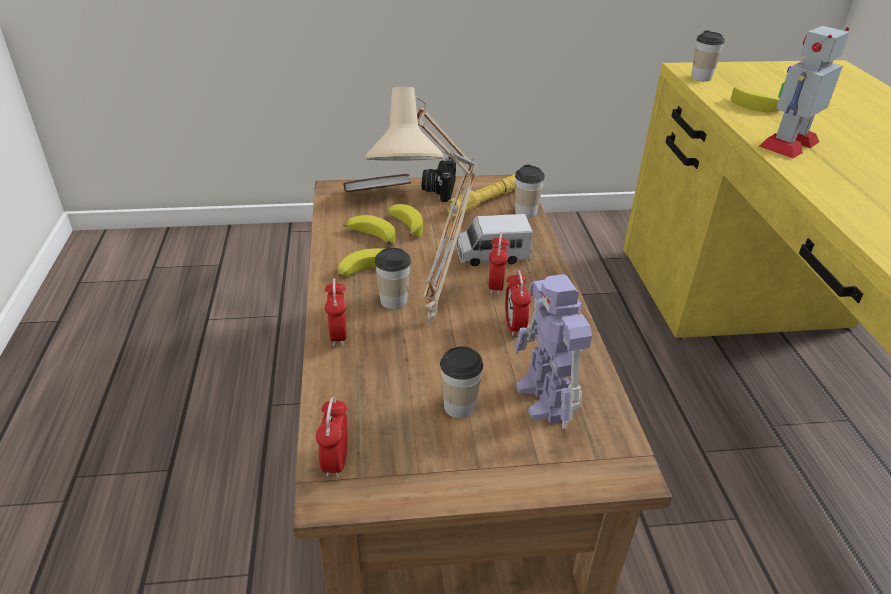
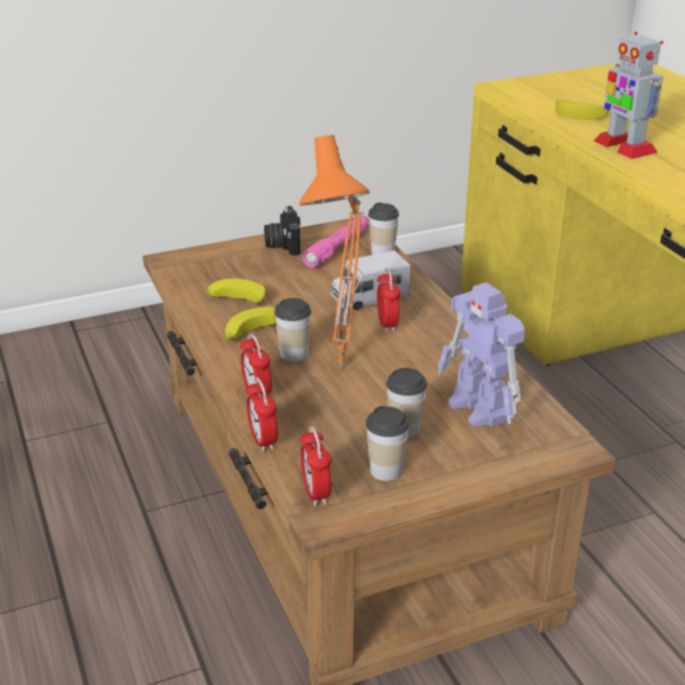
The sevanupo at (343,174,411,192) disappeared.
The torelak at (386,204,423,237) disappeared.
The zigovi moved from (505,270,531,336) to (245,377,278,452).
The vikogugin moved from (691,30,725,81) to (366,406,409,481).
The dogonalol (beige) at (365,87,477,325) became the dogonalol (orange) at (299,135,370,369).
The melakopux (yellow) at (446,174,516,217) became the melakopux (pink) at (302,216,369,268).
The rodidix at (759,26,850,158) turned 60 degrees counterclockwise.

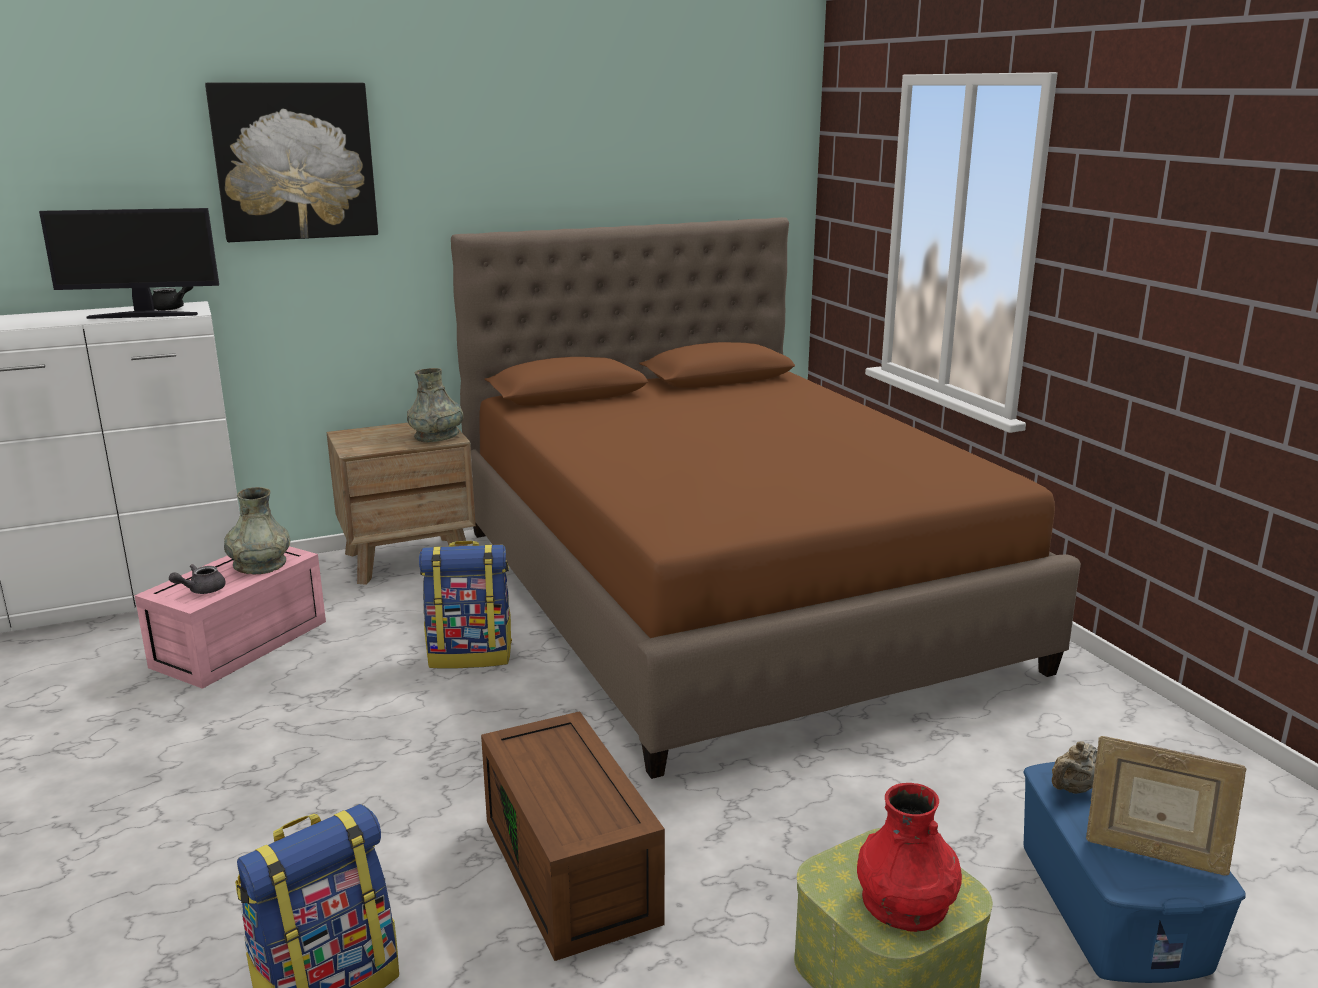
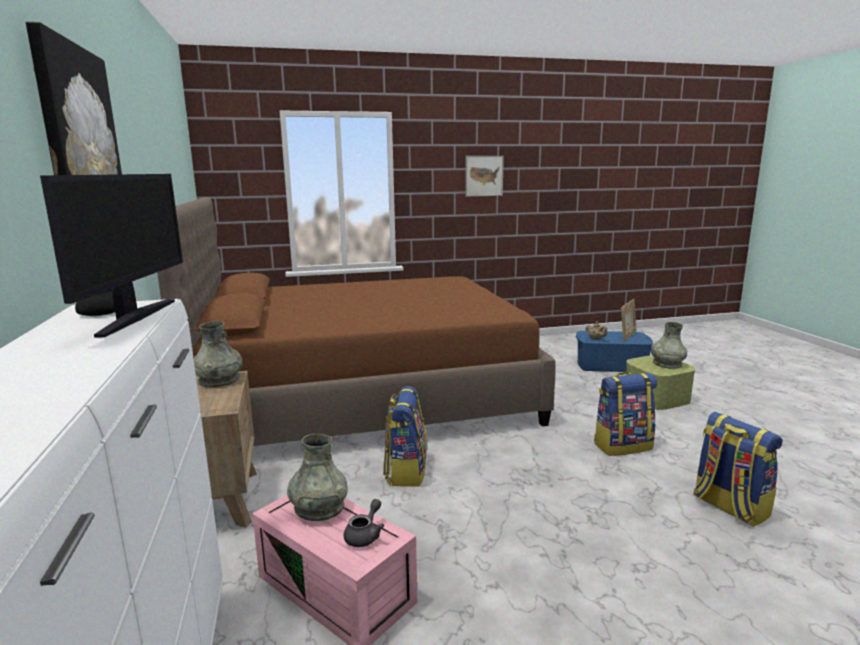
The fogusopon at (465,156,504,197) appeared.
The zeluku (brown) at (481,711,665,961) was replaced by the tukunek at (594,372,657,456).
The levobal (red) at (857,783,962,932) became the levobal (grey) at (651,322,687,369).
The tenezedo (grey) at (169,564,226,594) turned 120 degrees counterclockwise.

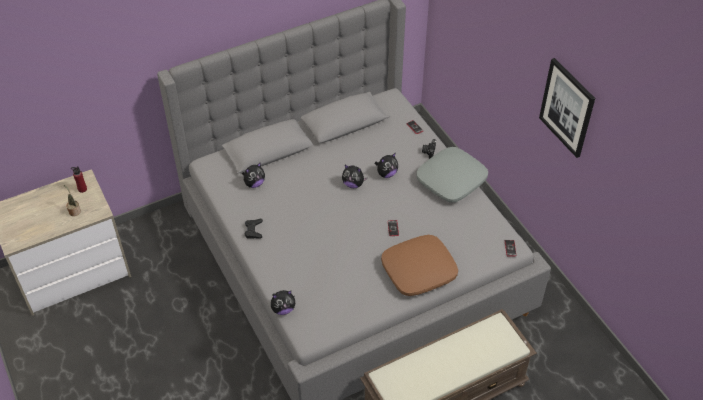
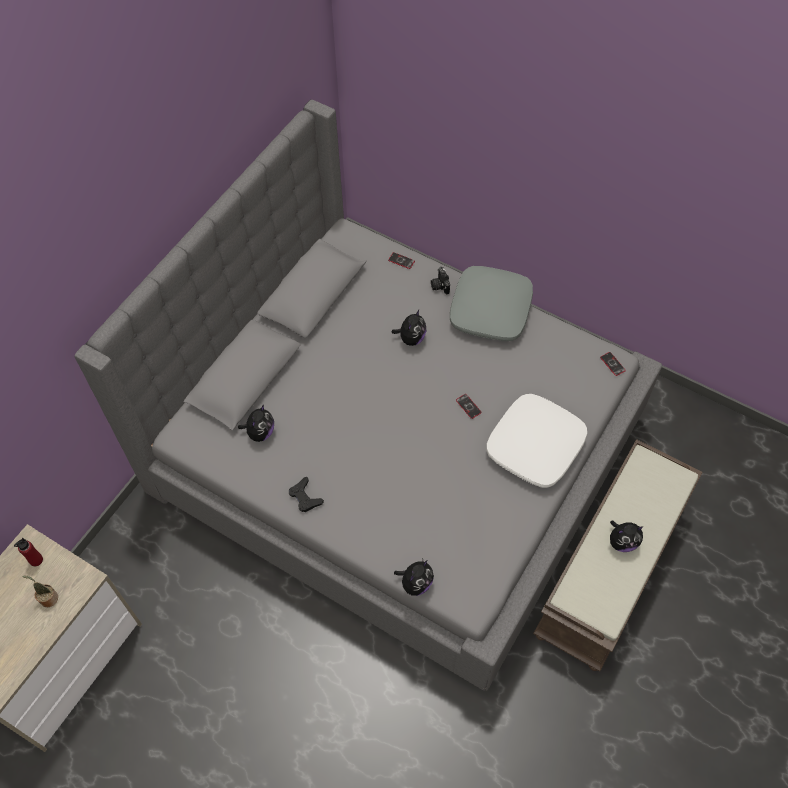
The fogusopon at (539,58,595,158) disappeared.
The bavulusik moved from (342,165,368,188) to (610,521,643,552).
The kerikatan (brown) at (381,235,458,296) became the kerikatan (white) at (486,394,587,488).

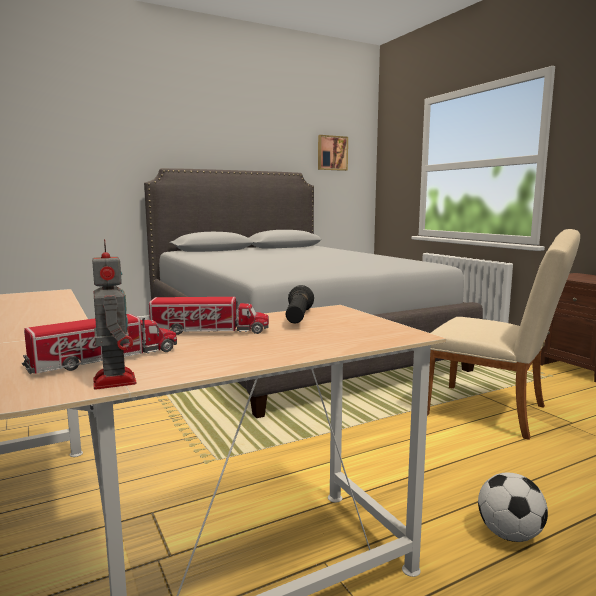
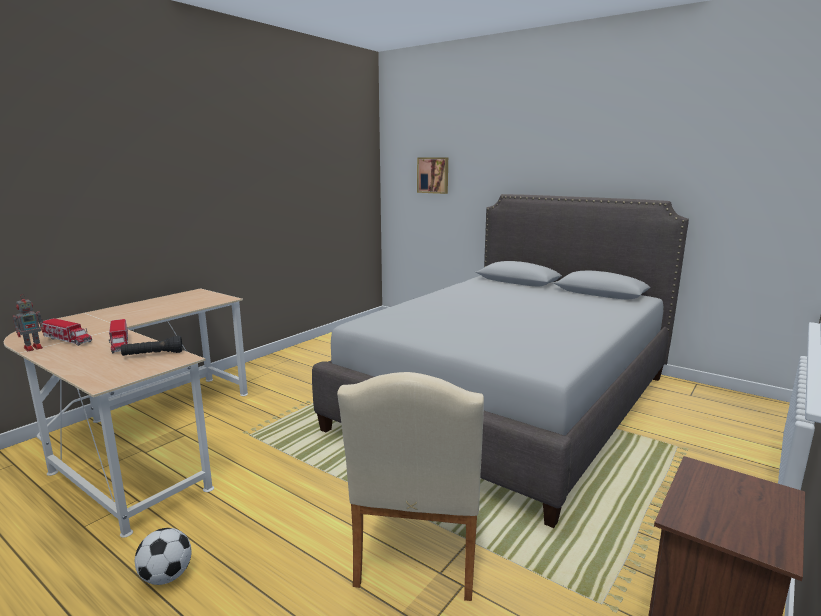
The fogusopon moved from (318,135,348,171) to (417,157,448,194).

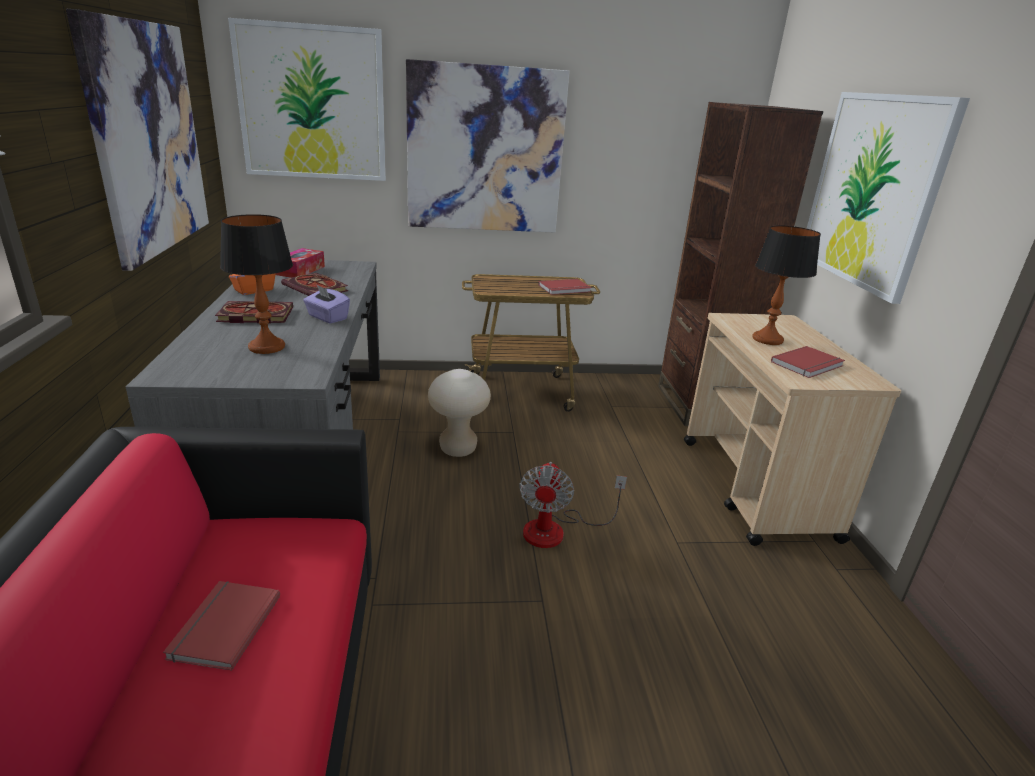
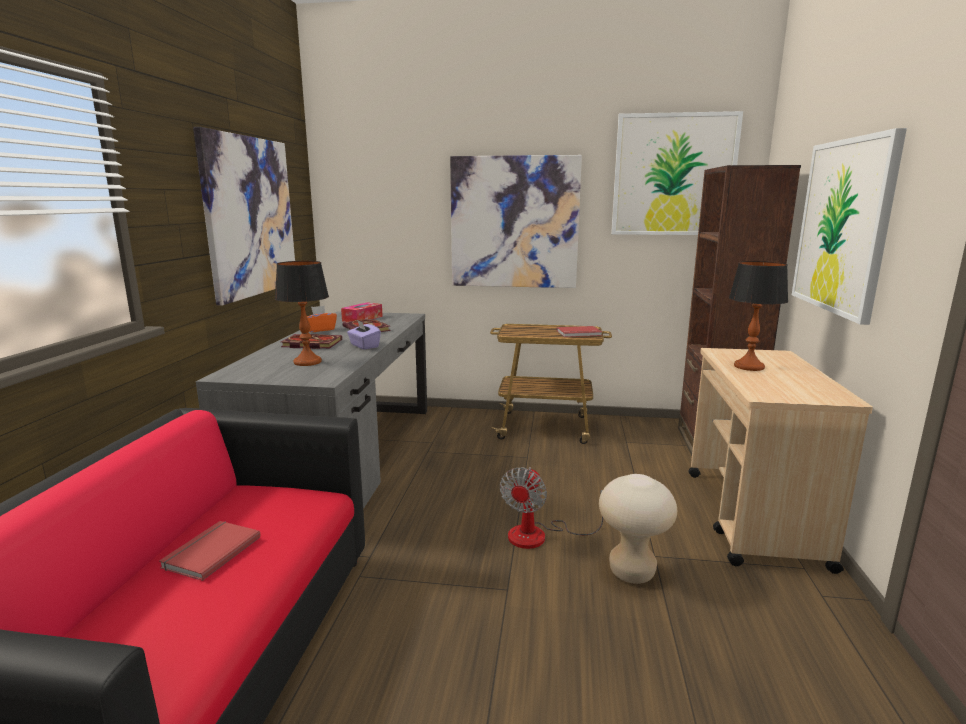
The sevanupo (red) at (771,346,845,378) disappeared.
The fogusopon moved from (228,18,386,181) to (611,111,743,235).
The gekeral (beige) moved from (428,369,491,457) to (599,474,677,584).

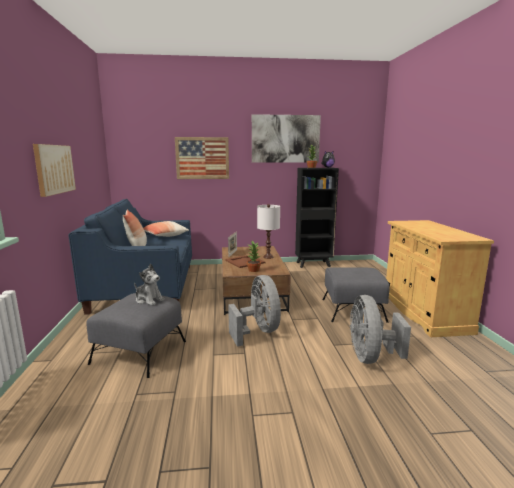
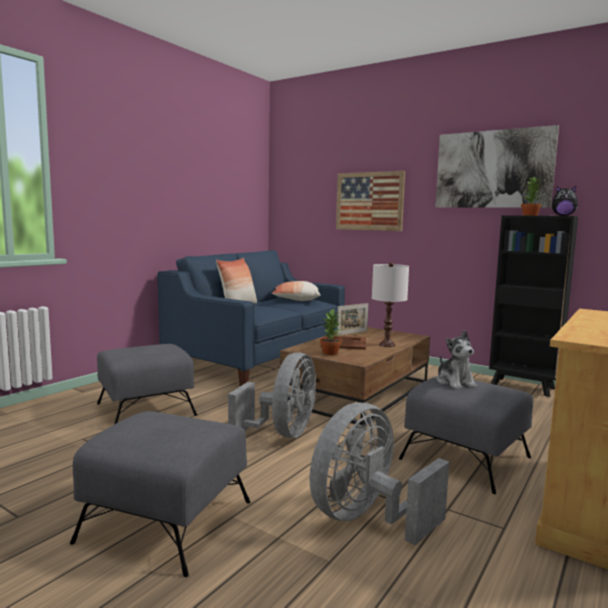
The fogusopon at (33,144,76,197) disappeared.
The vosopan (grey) at (70,411,250,577) appeared.
The bavulusik moved from (134,264,165,306) to (437,330,477,389).

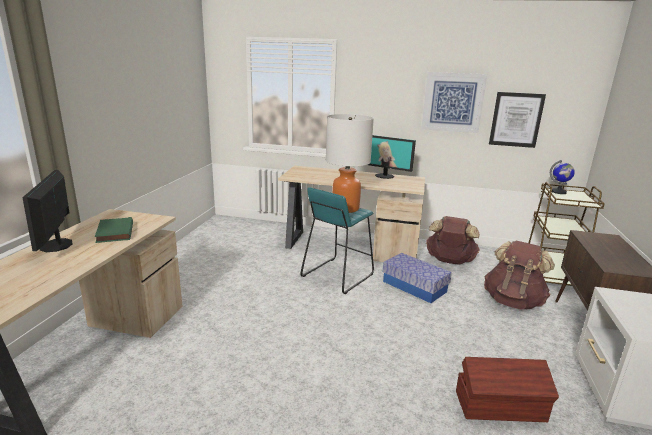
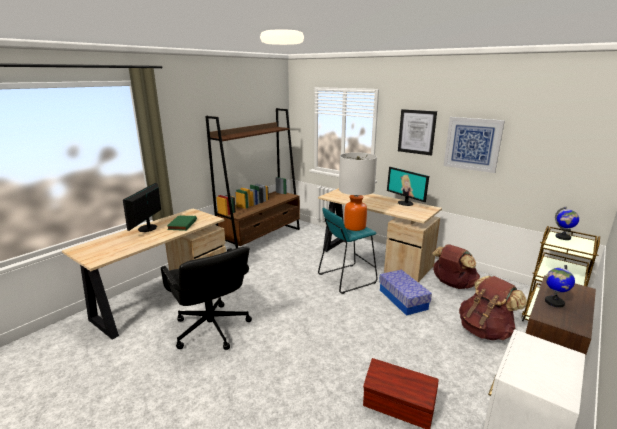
The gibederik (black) at (161,247,252,350) appeared.
The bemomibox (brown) at (205,108,300,248) appeared.
The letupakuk at (545,265,575,307) appeared.
The fogusopon moved from (489,92,546,148) to (398,109,437,156).

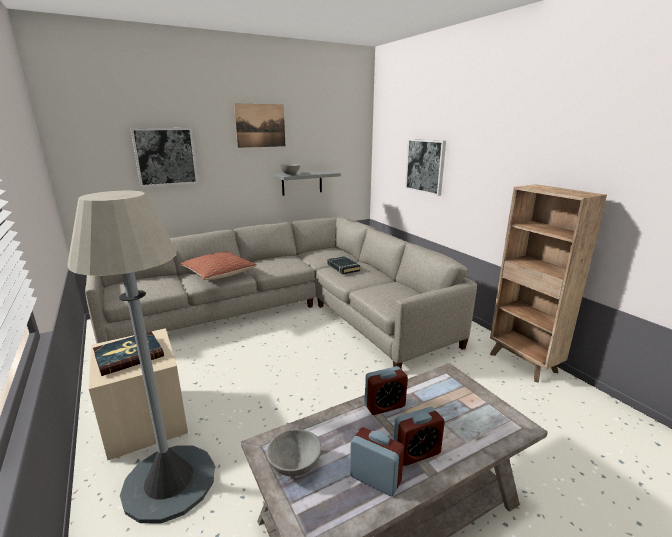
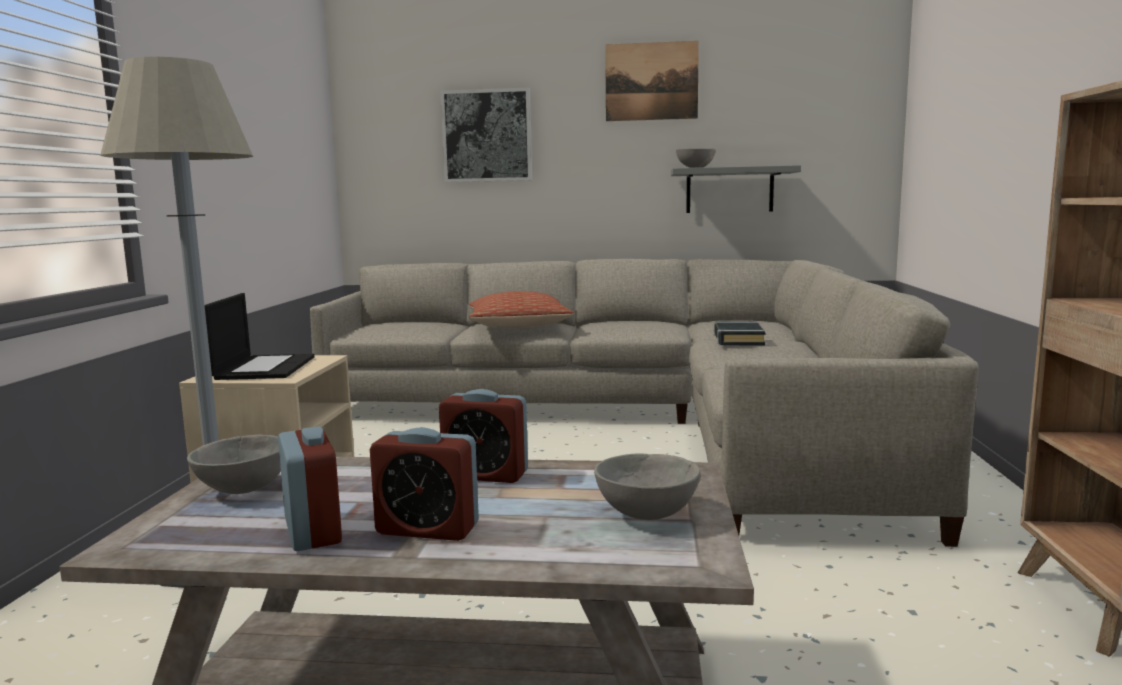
The fogusopon at (405,139,446,196) disappeared.
The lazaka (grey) at (594,453,701,520) appeared.
The sevanupo at (93,331,164,376) was replaced by the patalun at (204,293,315,380).

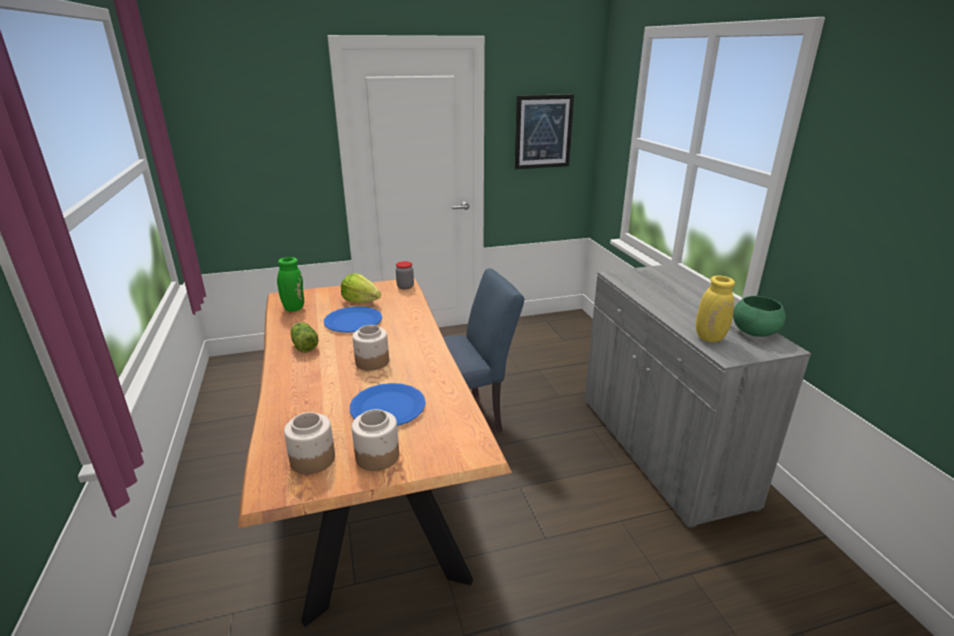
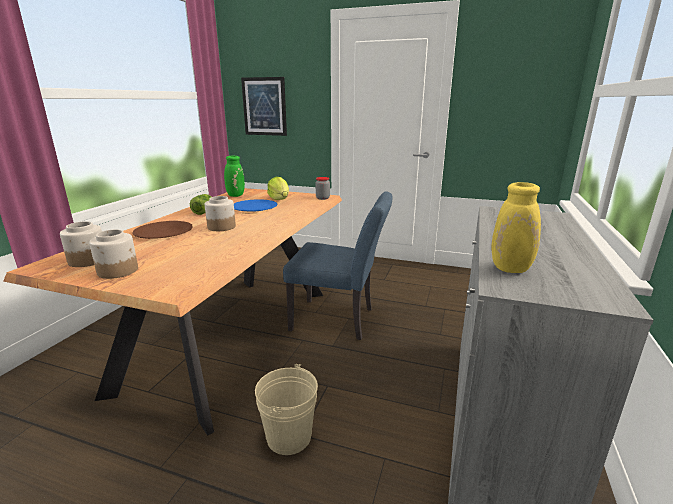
The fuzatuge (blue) at (350,383,426,426) disappeared.
The lazaka (green) at (733,296,786,337) disappeared.
The fuzatuge (brown) at (132,221,193,239) appeared.
The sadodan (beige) at (255,364,318,455) appeared.
The fogusopon moved from (515,94,574,169) to (241,77,287,136).

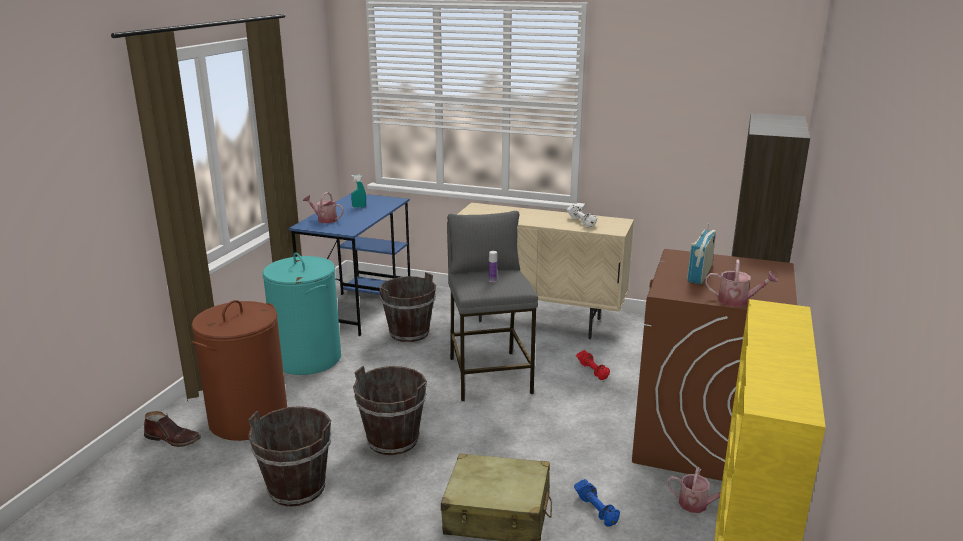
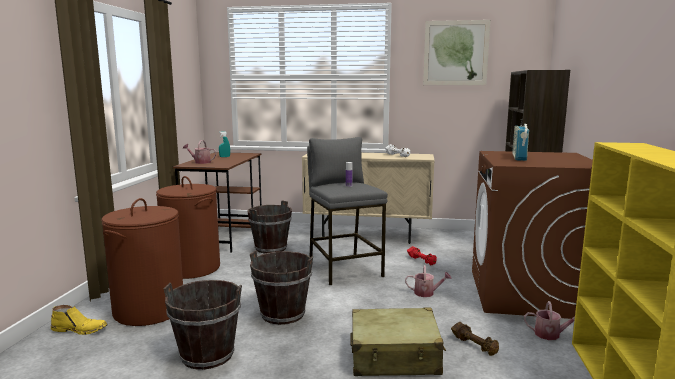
The fogusopon at (423,20,491,85) appeared.
The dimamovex moved from (705,259,778,307) to (405,265,452,297).
The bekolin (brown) at (144,411,201,447) became the bekolin (yellow) at (51,305,108,335).
The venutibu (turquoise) at (263,252,341,375) became the venutibu (brown) at (156,176,220,279).
The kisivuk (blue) at (288,193,410,336) became the kisivuk (brown) at (173,152,262,253).
The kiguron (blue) at (574,479,620,527) became the kiguron (brown) at (451,322,499,356).

